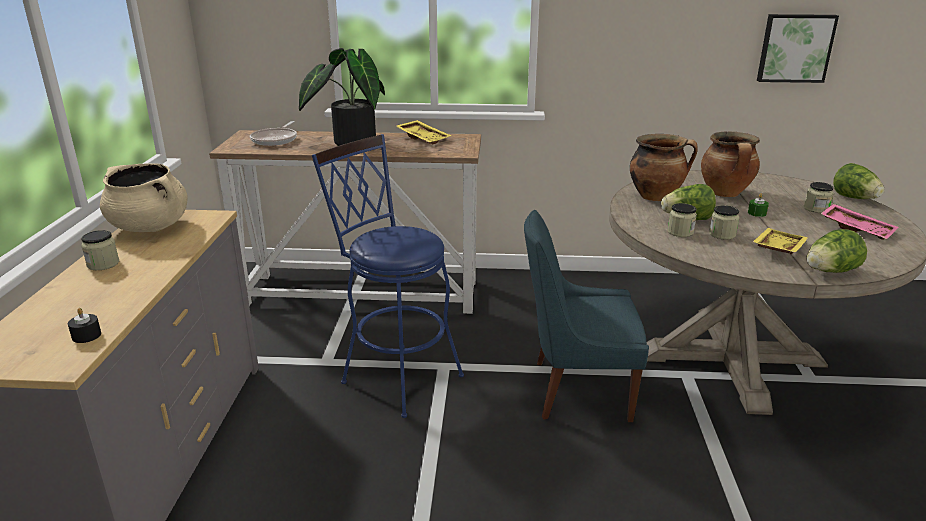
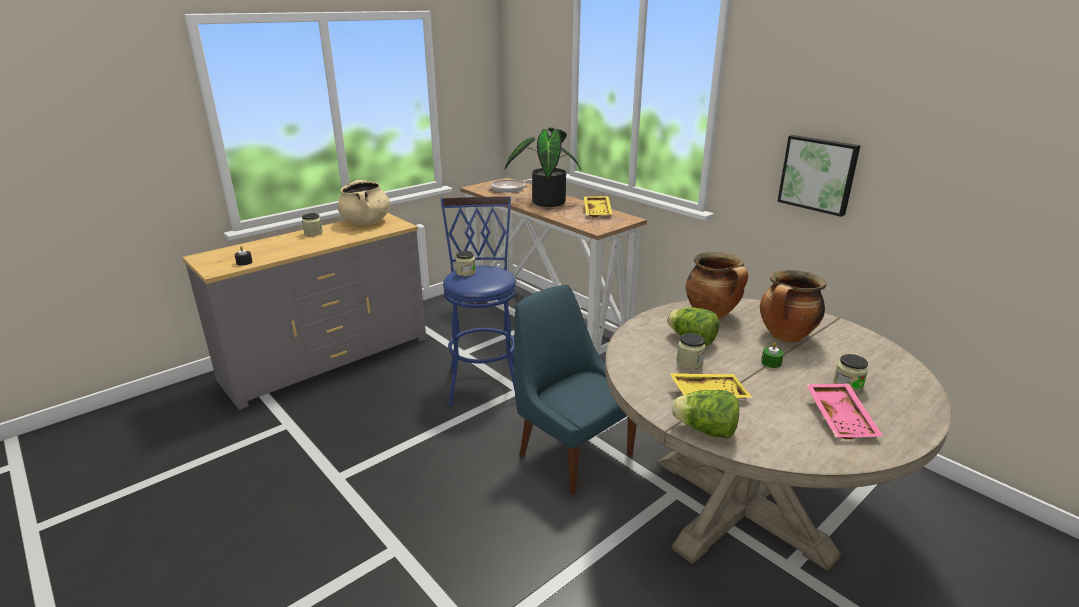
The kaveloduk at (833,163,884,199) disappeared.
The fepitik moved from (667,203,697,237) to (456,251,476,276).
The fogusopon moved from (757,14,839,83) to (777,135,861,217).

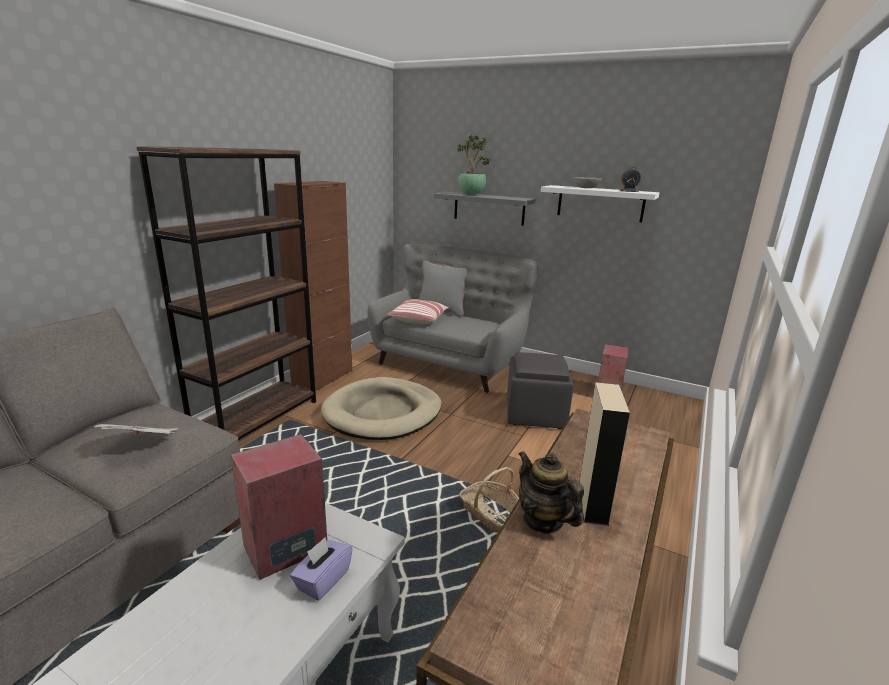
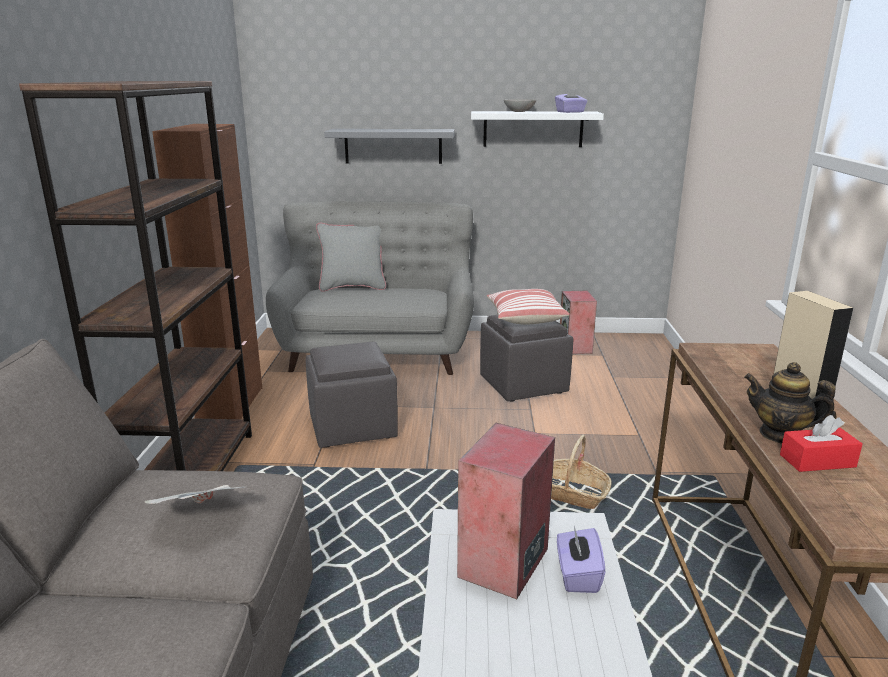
The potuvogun at (458,135,491,195) disappeared.
The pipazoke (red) at (780,415,862,472) appeared.
The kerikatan moved from (387,299,449,324) to (487,289,570,325).
The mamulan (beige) at (321,377,441,440) was replaced by the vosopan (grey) at (306,342,398,448).
The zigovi at (619,167,641,192) was replaced by the pipazoke (purple) at (555,89,587,113).

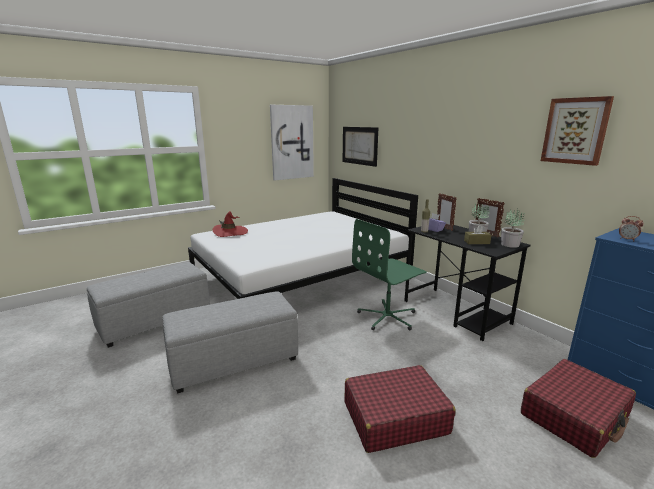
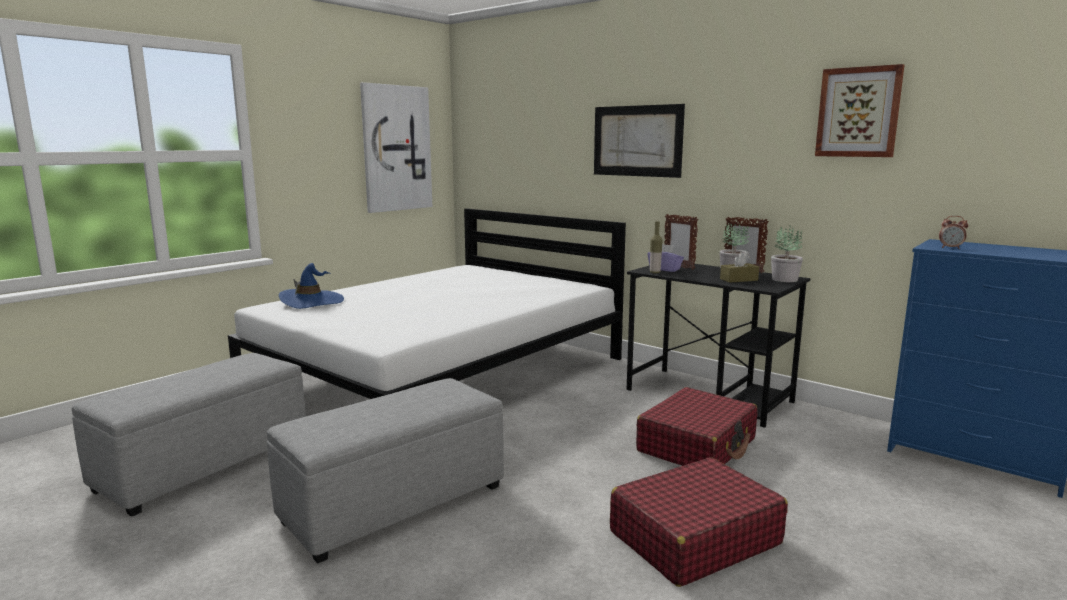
The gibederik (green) at (352,219,427,330) disappeared.
The fogusopon moved from (343,127,378,167) to (594,104,685,178).
The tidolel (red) moved from (521,359,636,458) to (636,387,758,466).
The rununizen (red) at (213,211,248,237) became the rununizen (blue) at (279,263,344,309).

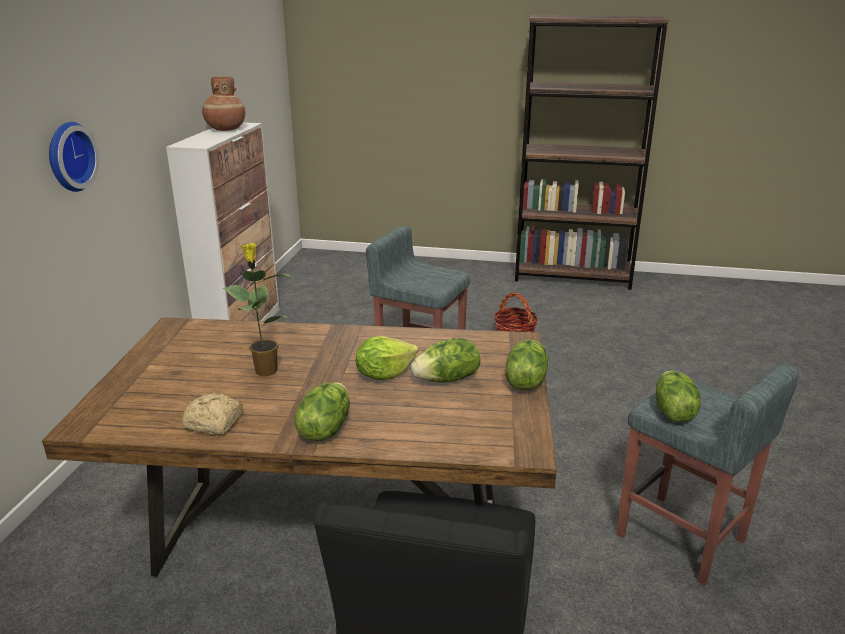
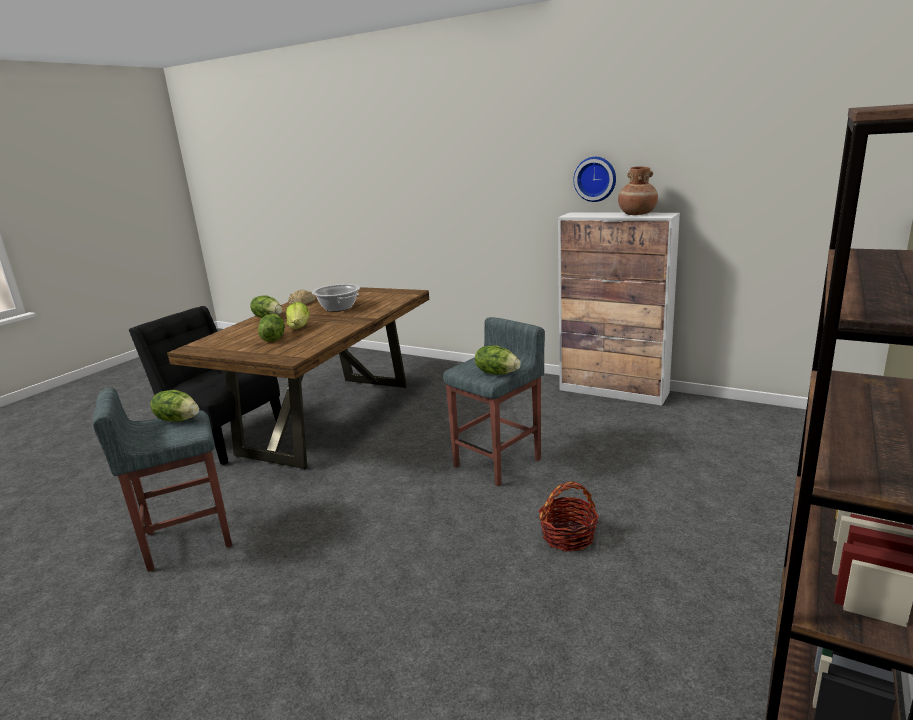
The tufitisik moved from (49,122,99,192) to (573,157,616,202).
The kaveloduk moved from (505,340,548,391) to (475,345,521,375).
The potuvogun at (223,243,293,376) was replaced by the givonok at (312,284,360,312).

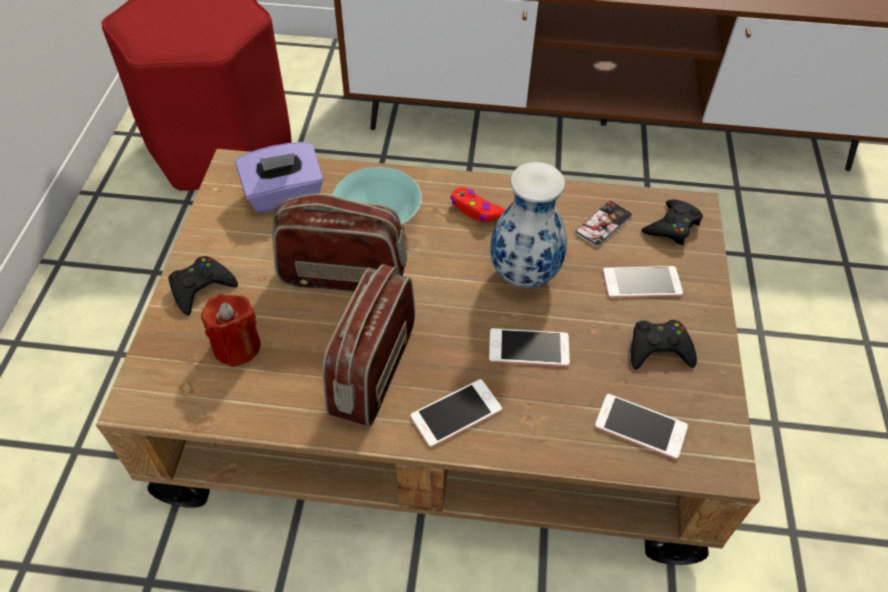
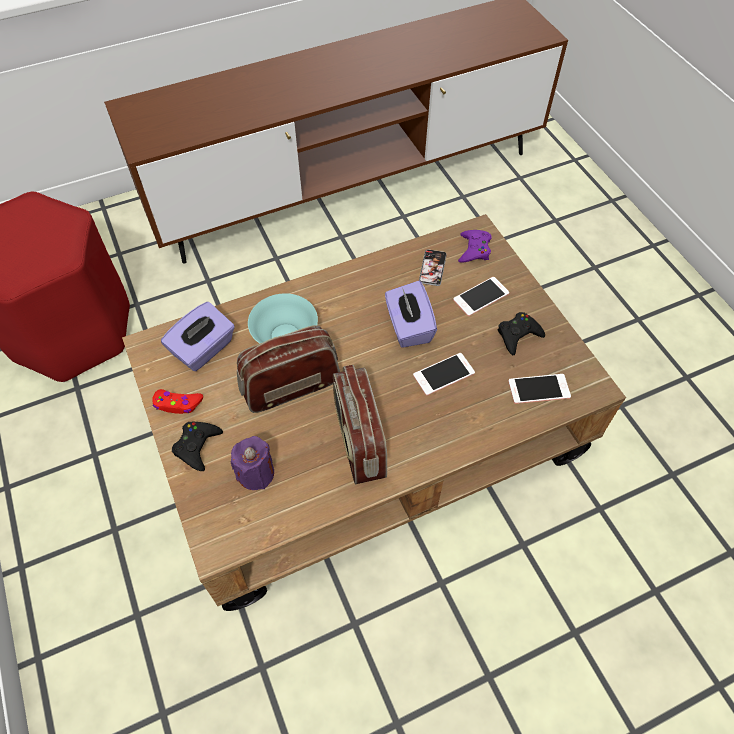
The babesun at (411,379,502,447) disappeared.
The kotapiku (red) moved from (450,187,505,222) to (152,389,203,414).
The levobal at (490,162,567,288) was replaced by the pipazoke (purple) at (385,281,437,348).
The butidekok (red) at (201,294,260,367) became the butidekok (purple) at (231,436,274,490).
The kotapiku (black) at (642,200,703,245) became the kotapiku (purple) at (458,230,492,263).

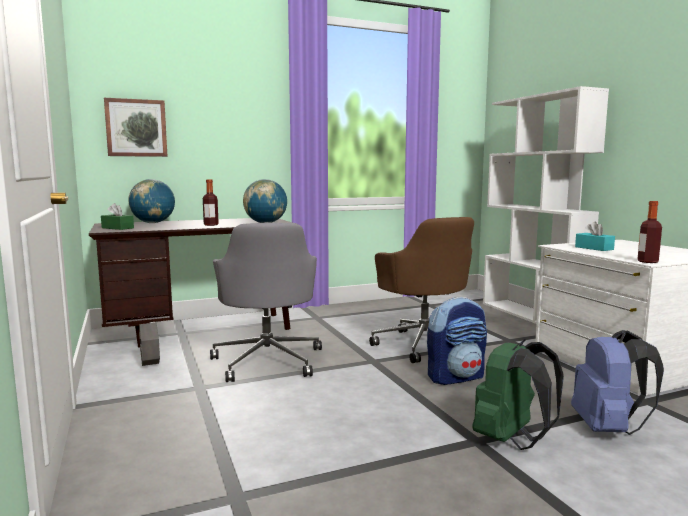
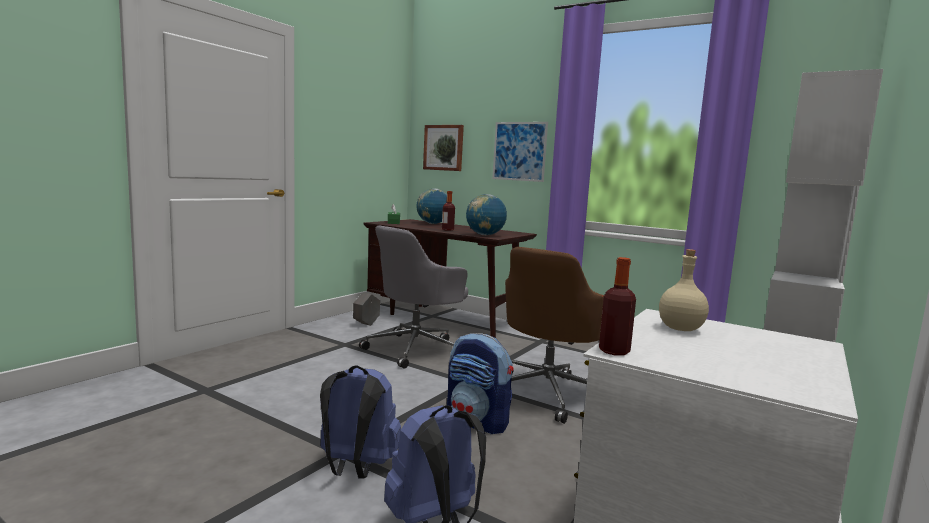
The fogusopon at (492,122,548,182) appeared.
The pipazoke (turquoise) at (575,221,615,251) was replaced by the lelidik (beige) at (659,249,709,331).
The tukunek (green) at (472,339,564,450) became the tukunek (blue) at (320,365,401,479).

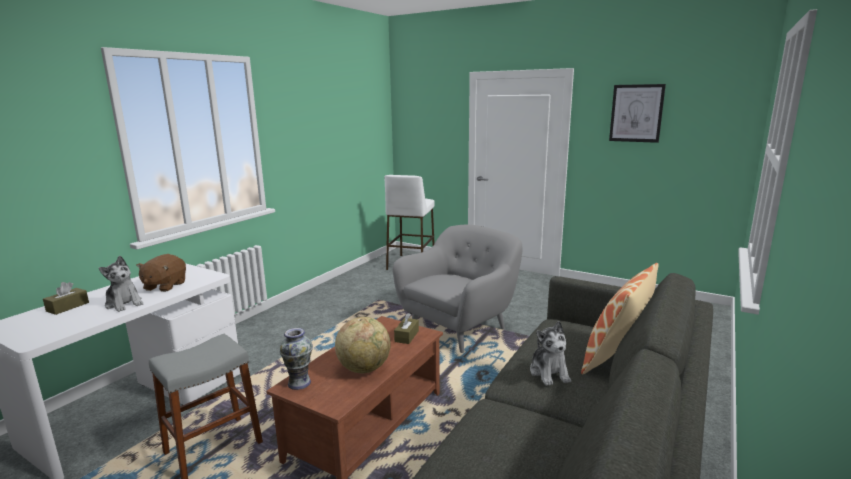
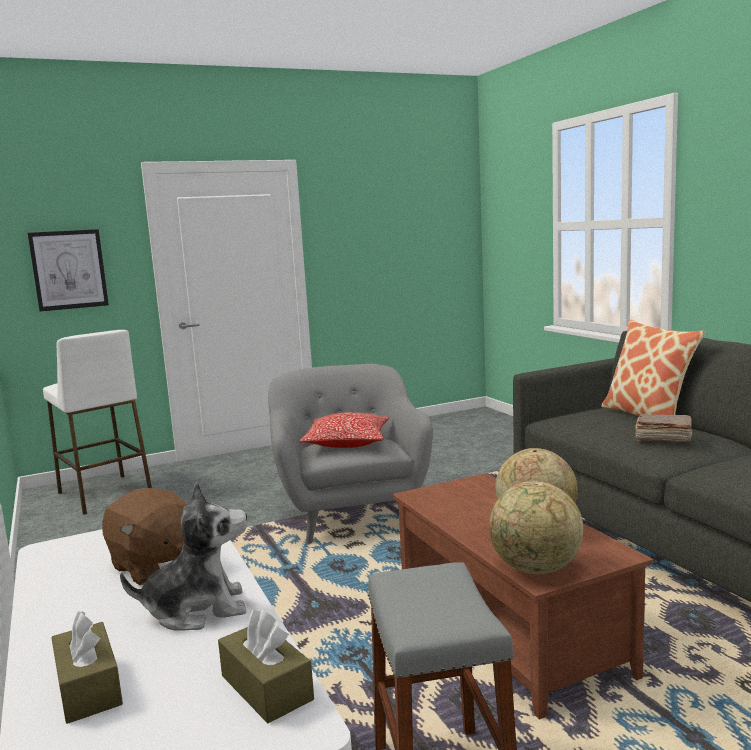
The kerikatan at (299,412,389,448) appeared.
The pipazoke (brown) moved from (394,313,419,344) to (218,610,314,723).
The fogusopon moved from (609,84,666,143) to (28,229,109,311).
The levobal at (280,328,313,390) was replaced by the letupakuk at (489,481,583,574).
The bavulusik at (530,321,571,386) was replaced by the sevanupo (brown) at (635,414,692,442).

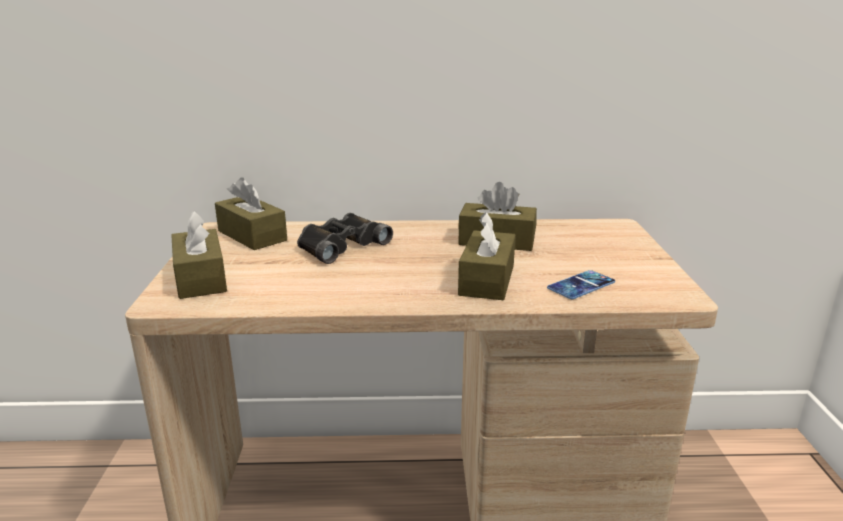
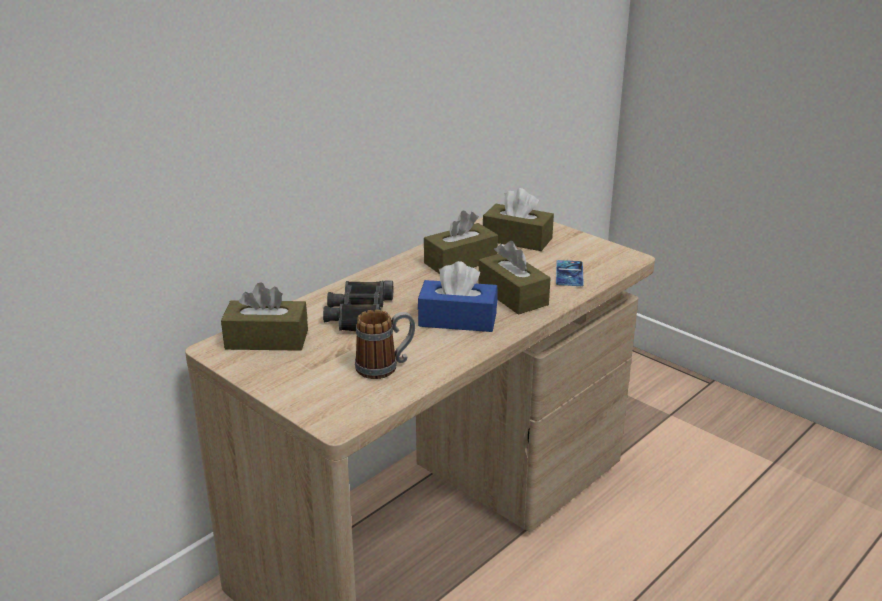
The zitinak at (355,310,415,379) appeared.
The pipazoke (blue) at (418,261,498,332) appeared.
The pipazoke (brown) moved from (171,211,227,299) to (483,188,554,251).

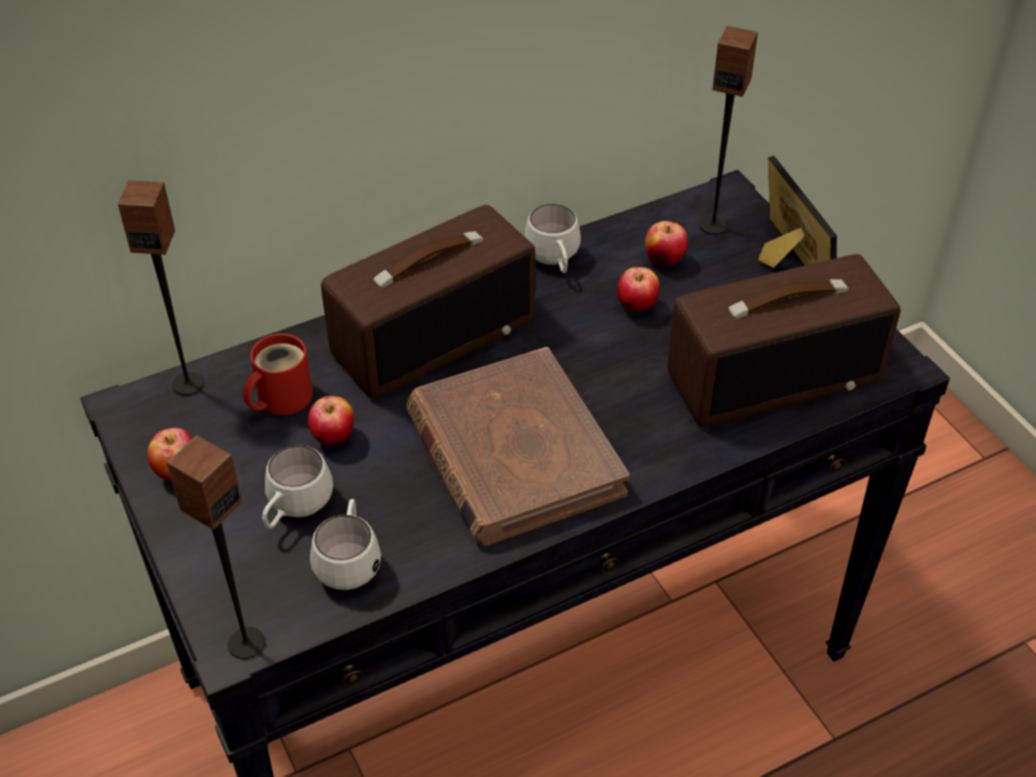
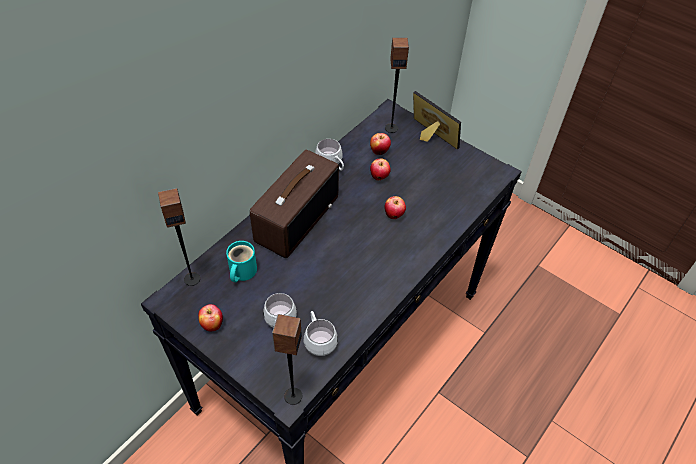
The sevanupo (brown) at (406,347,629,546) disappeared.
The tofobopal at (667,254,900,427) disappeared.
The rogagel moved from (308,396,354,446) to (384,196,406,219).
The zitinak (red) at (243,334,313,415) became the zitinak (turquoise) at (226,241,257,282).

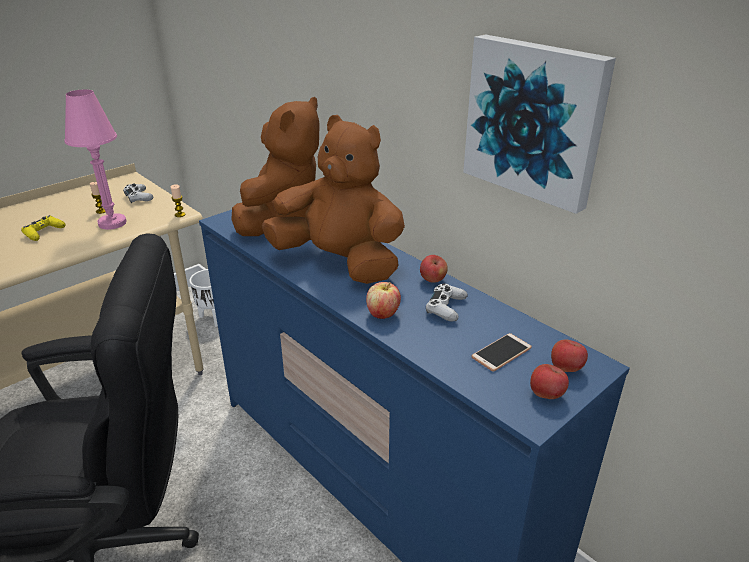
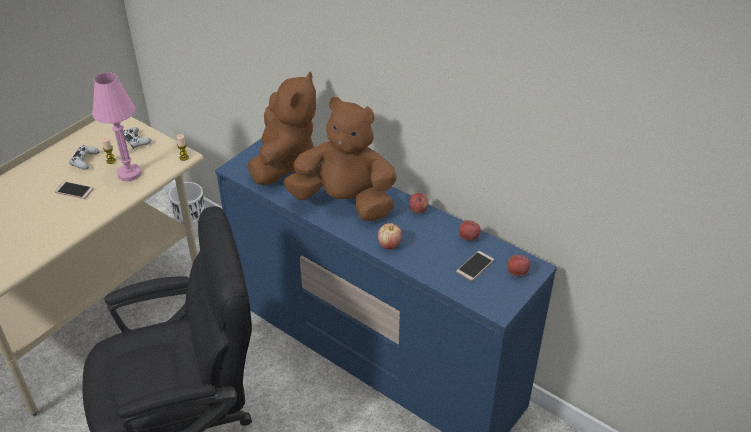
The fogusopon at (463,34,616,214) disappeared.
The kotapiku (white) moved from (426,283,468,321) to (69,145,100,170).
The rogagel moved from (530,364,569,399) to (459,220,481,241).
The kotapiku (yellow) at (21,215,66,241) was replaced by the babesun at (55,181,94,199).

